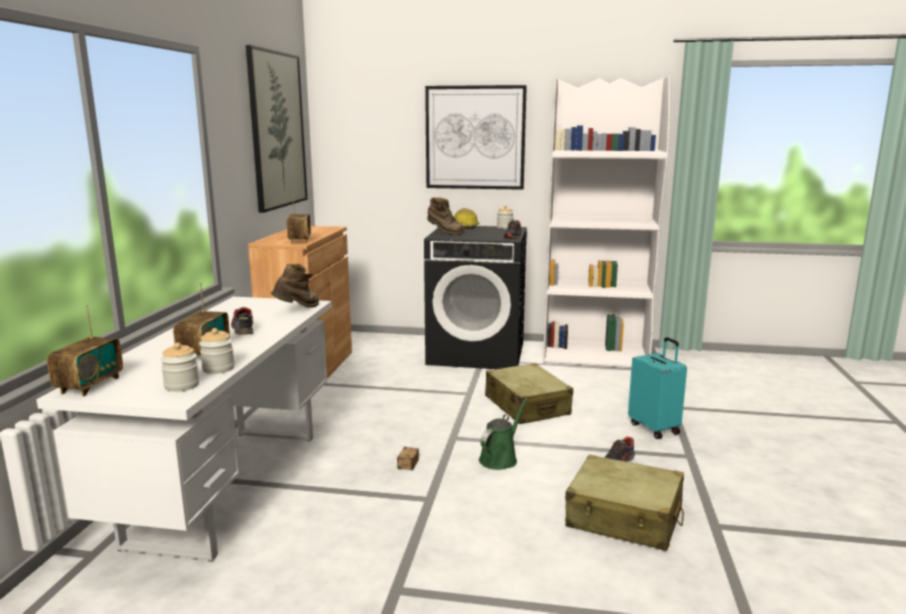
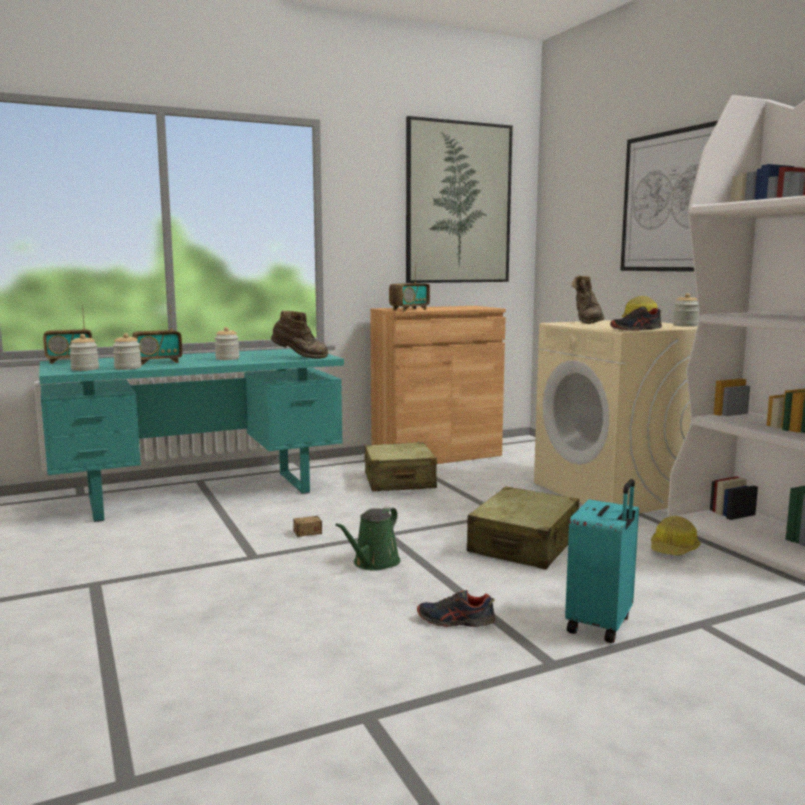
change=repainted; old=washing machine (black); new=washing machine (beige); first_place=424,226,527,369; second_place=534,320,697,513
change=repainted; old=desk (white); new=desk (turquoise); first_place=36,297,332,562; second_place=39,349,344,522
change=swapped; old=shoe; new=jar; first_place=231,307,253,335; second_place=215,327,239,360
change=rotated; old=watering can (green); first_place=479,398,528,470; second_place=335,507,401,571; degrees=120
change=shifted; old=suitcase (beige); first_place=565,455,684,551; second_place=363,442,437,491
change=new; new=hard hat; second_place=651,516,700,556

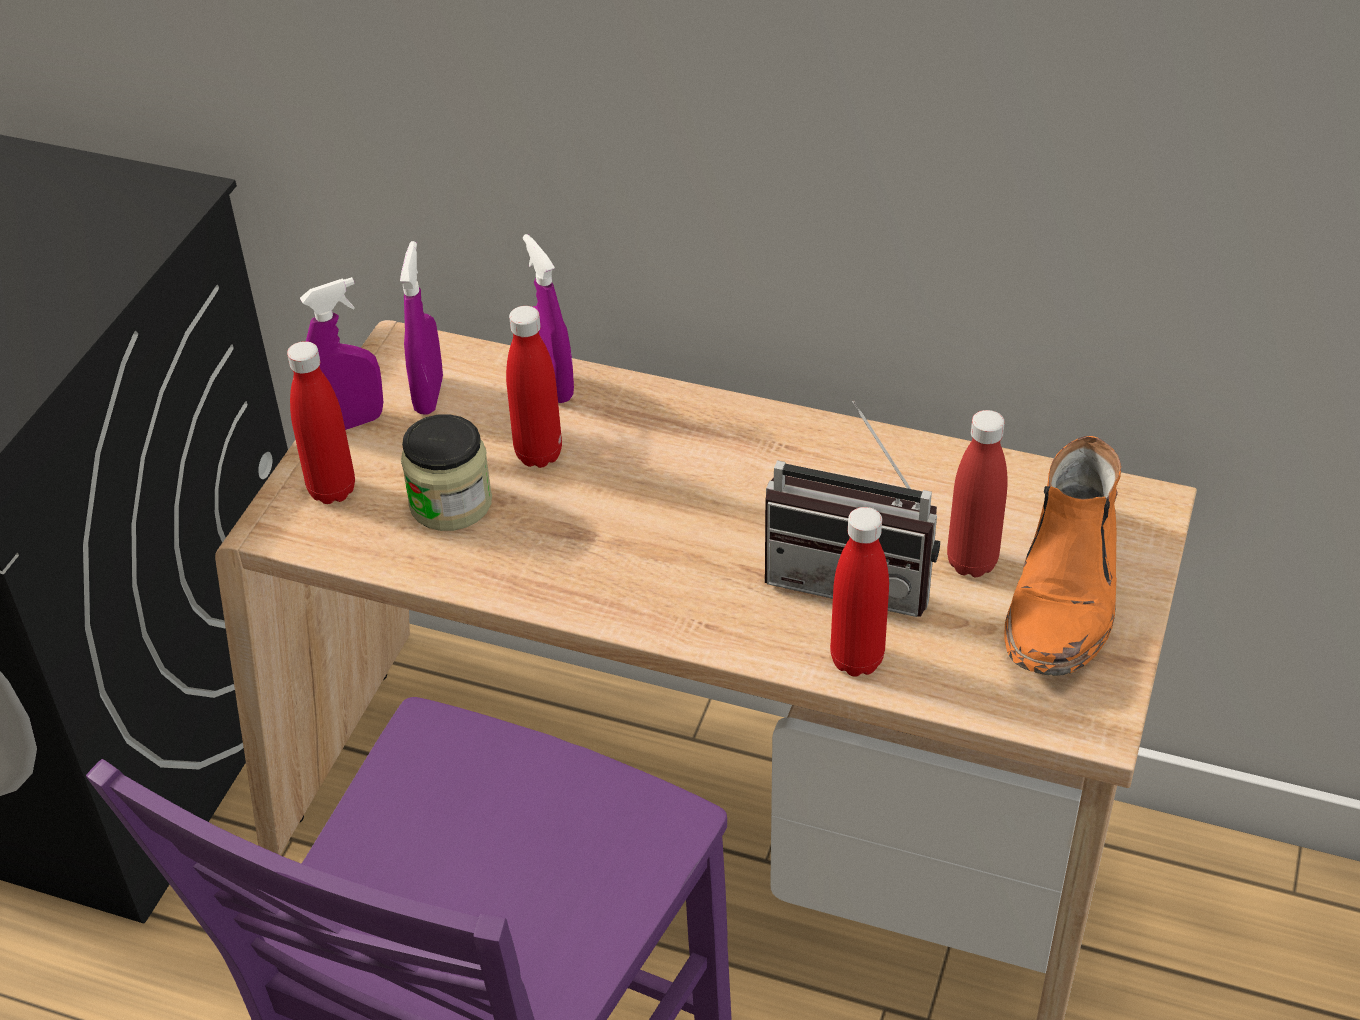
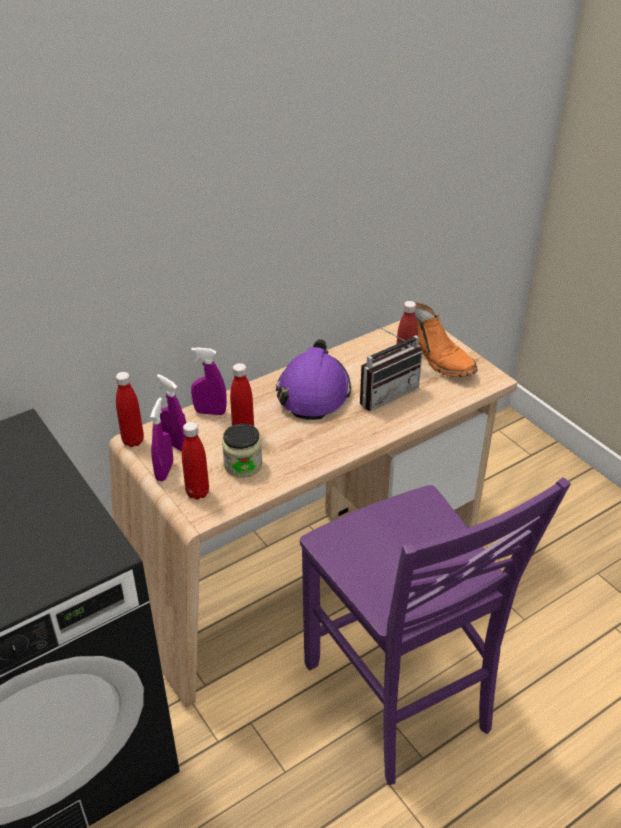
change=shifted; old=bottle (red); first_place=830,507,889,677; second_place=116,372,144,447
change=new; new=hard hat (purple); second_place=276,339,351,420

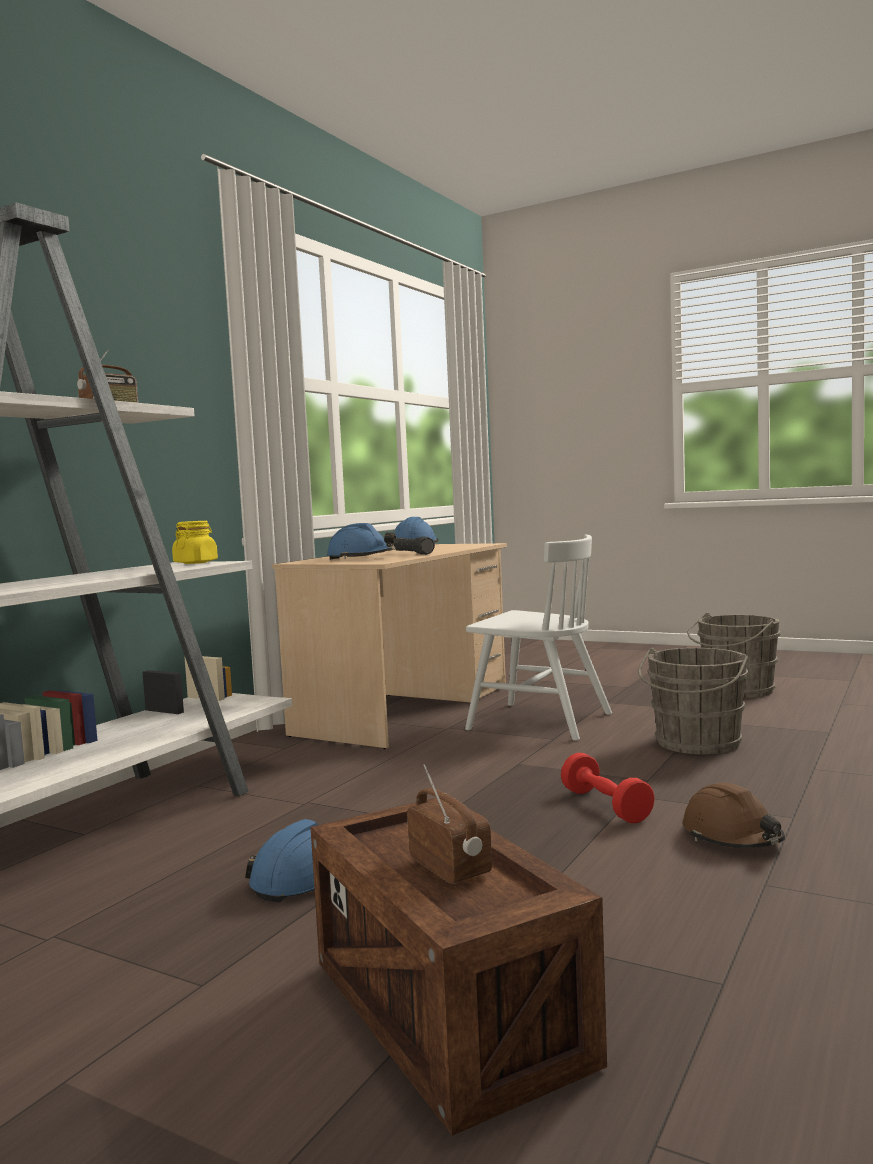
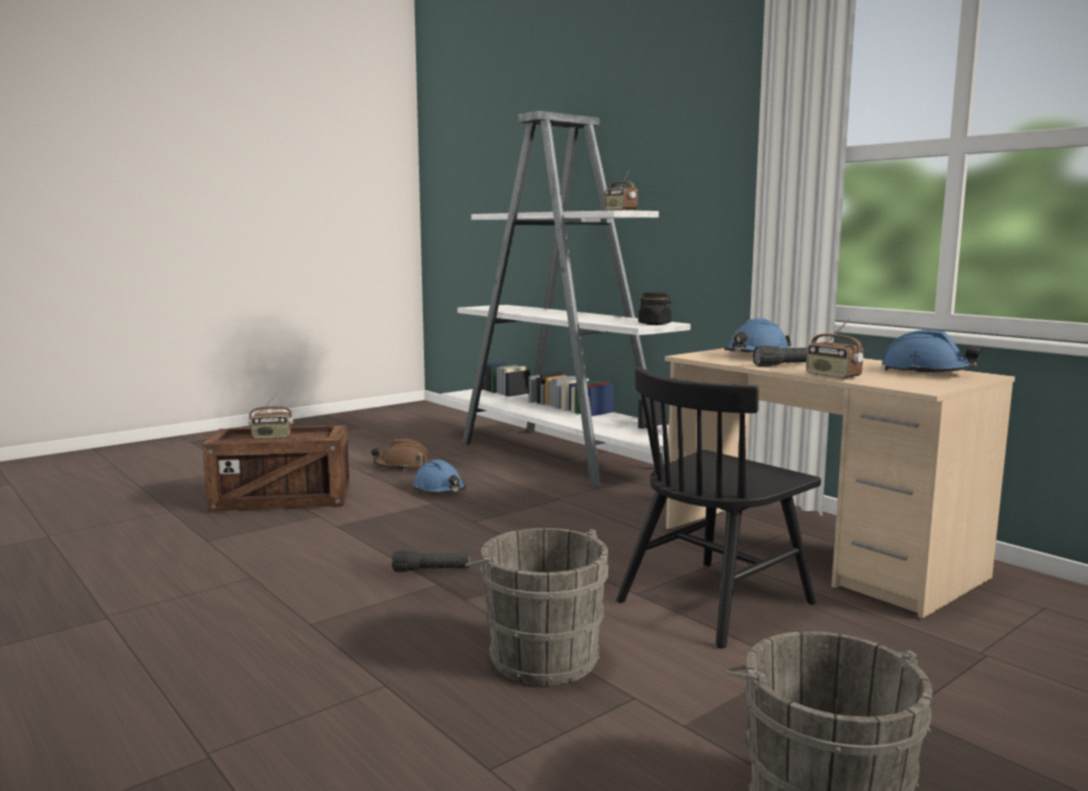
change=repainted; old=jar (yellow); new=jar (black); first_place=172,521,218,564; second_place=638,292,671,325
change=repainted; old=chair (white); new=chair (black); first_place=465,535,612,741; second_place=616,367,821,649
change=swapped; old=dumbbell (red); new=flashlight (black); first_place=561,753,655,823; second_place=392,550,470,572
change=shifted; old=hard hat (brown); first_place=682,783,785,848; second_place=371,438,431,470
change=new; new=radio; second_place=806,318,863,379

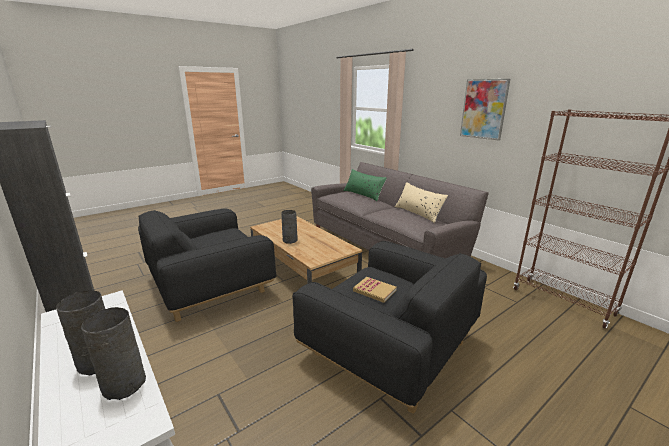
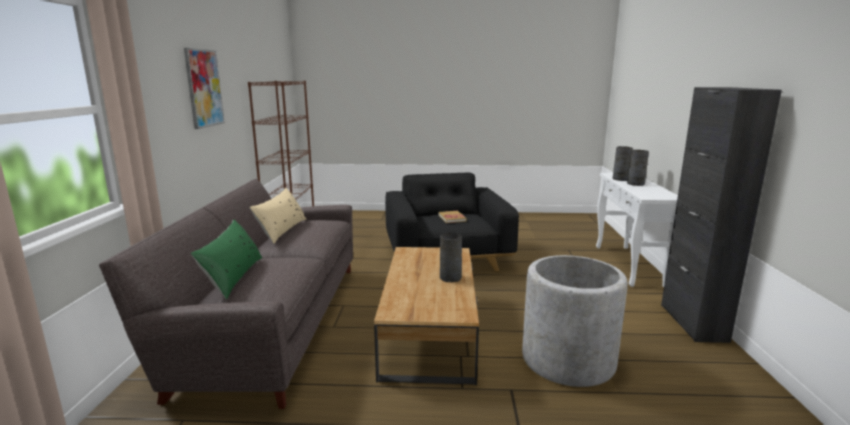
change=swapped; old=armchair (black); new=planter (grey); first_place=138,209,276,322; second_place=522,255,628,387

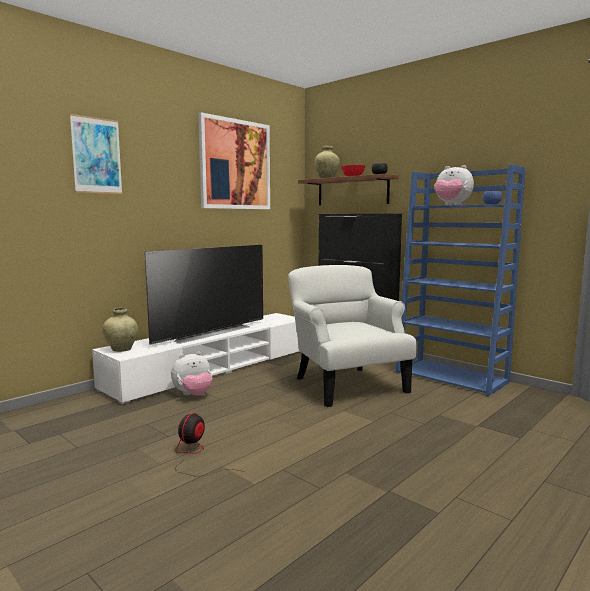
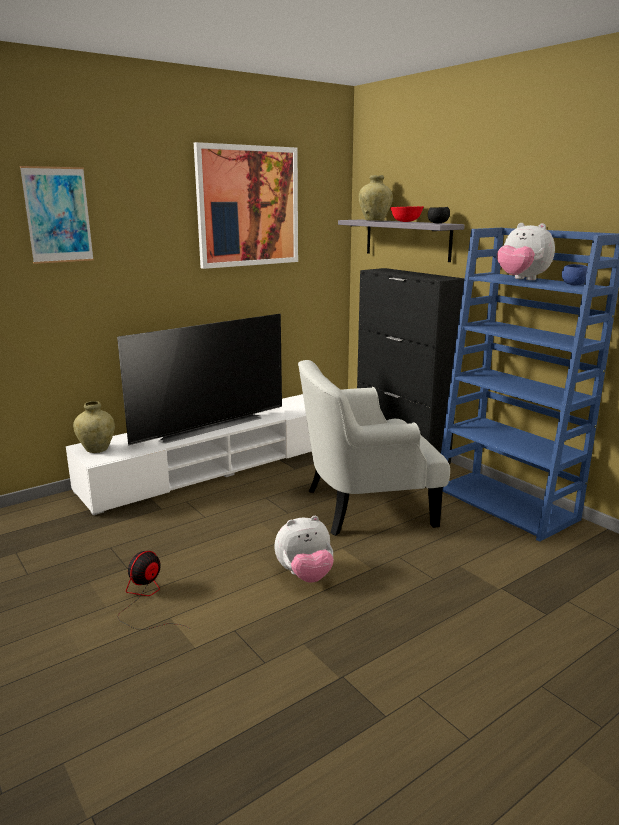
change=repainted; old=shelf (brown); new=shelf (grey); first_place=298,174,399,205; second_place=338,220,465,262
change=rotated; old=armchair (white); first_place=288,265,417,407; second_place=298,360,450,536; degrees=-90
change=shifted; old=plush toy; first_place=171,352,212,396; second_place=274,516,334,583

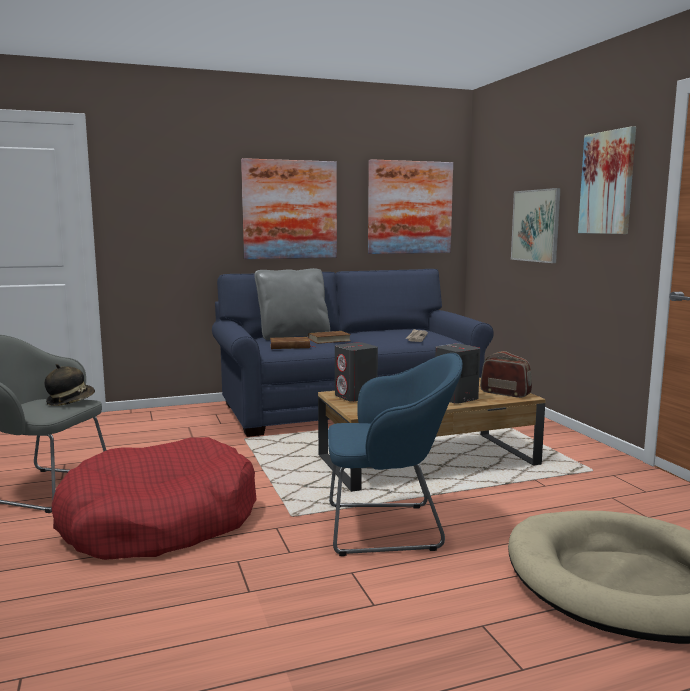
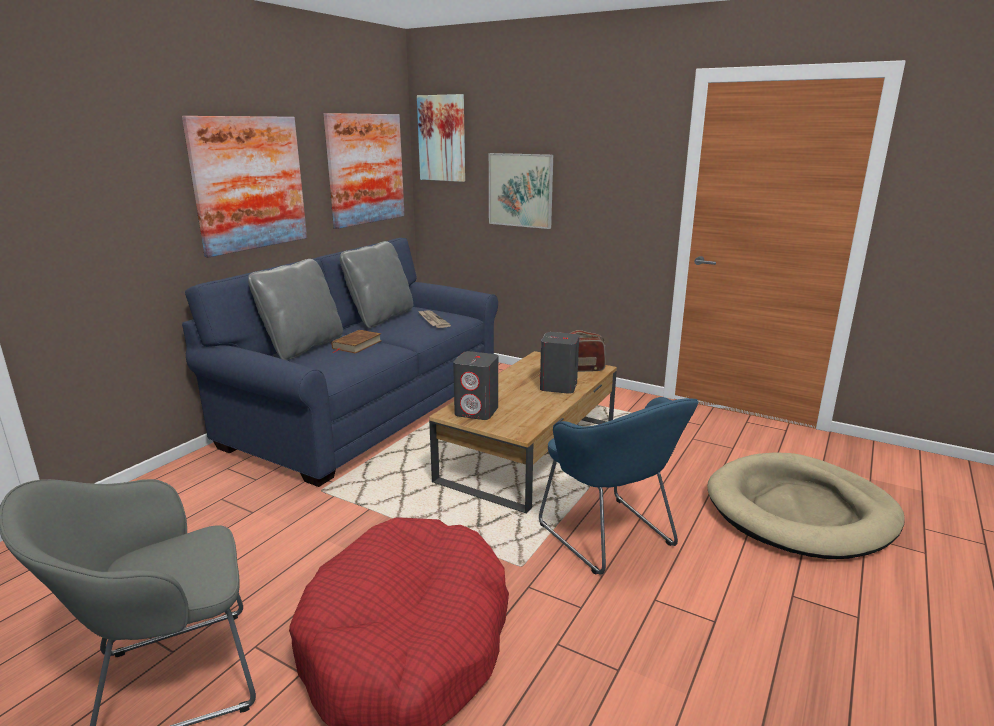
change=shifted; old=picture; first_place=578,126,636,234; second_place=417,94,465,182
change=gone; old=book (brown); first_place=270,337,313,349
change=rotated; old=armchair (blue); first_place=328,353,463,556; second_place=539,397,698,575; degrees=105
change=gone; old=hat; first_place=45,364,95,406
change=new; new=pillow (grey); second_place=340,241,413,328

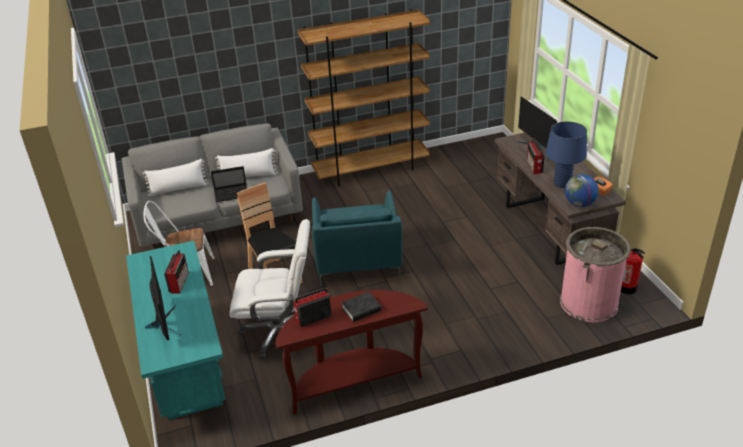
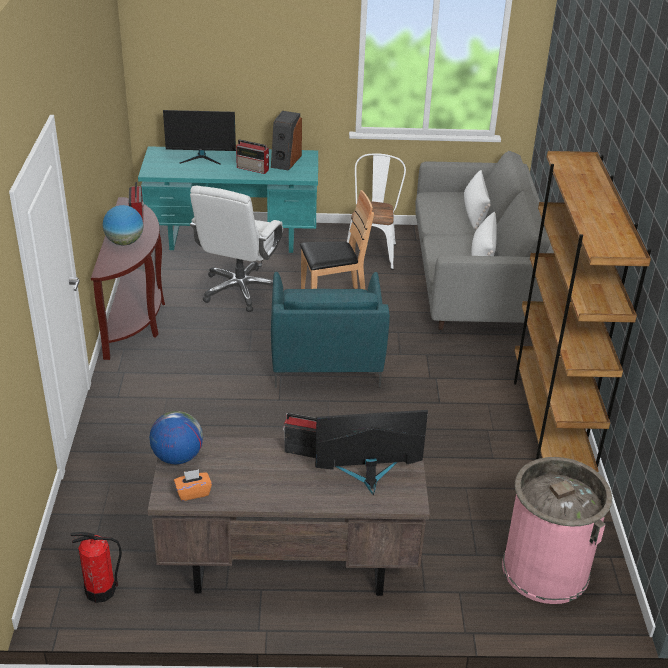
change=gone; old=table lamp (blue); first_place=546,121,587,188
change=gone; old=laptop; first_place=211,166,247,202
change=rotated; old=armchair (turquoise); first_place=312,190,402,286; second_place=271,272,390,388; degrees=-105
change=shifted; old=trash can (pink); first_place=560,227,631,323; second_place=502,457,612,604
change=swapped; old=book (black); new=globe; first_place=341,292,381,322; second_place=103,205,143,245
change=new; new=speaker; second_place=271,111,302,171

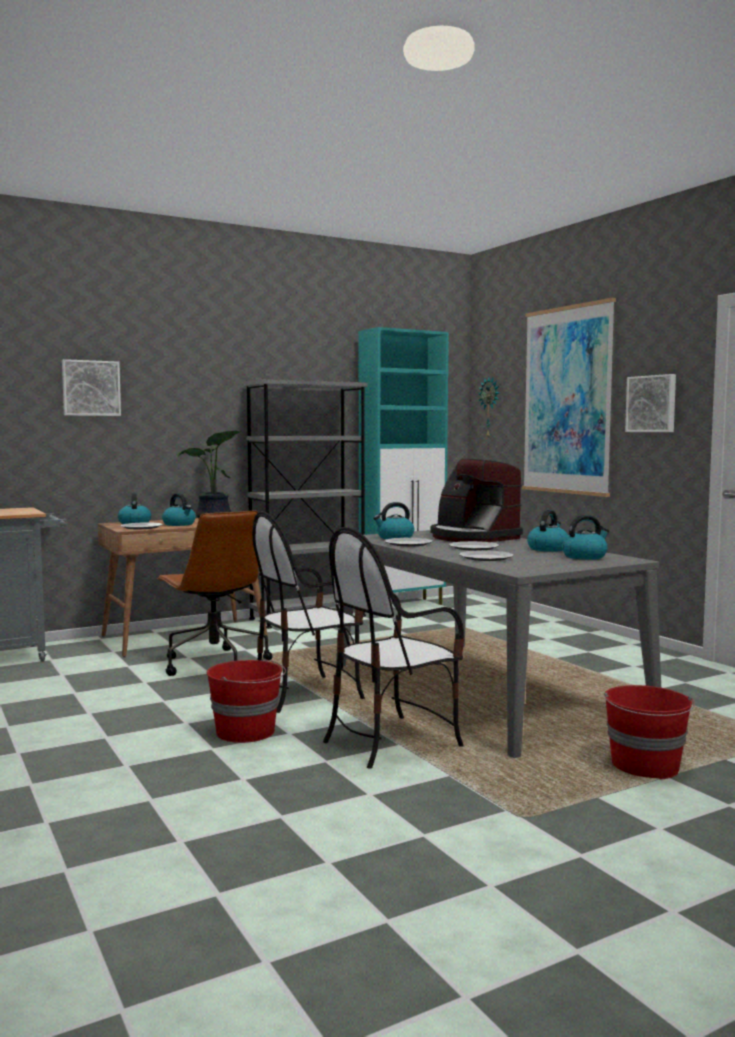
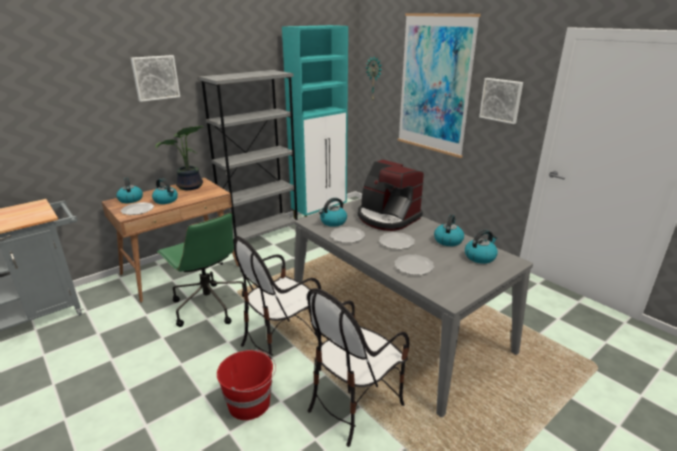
change=shifted; old=picture; first_place=62,359,121,416; second_place=131,55,180,102
change=repainted; old=office chair (brown); new=office chair (green); first_place=157,510,272,676; second_place=157,213,245,327
change=gone; old=bucket (red); first_place=604,685,695,780

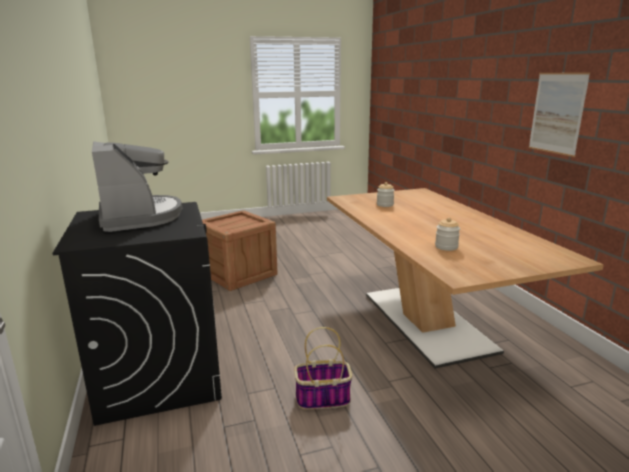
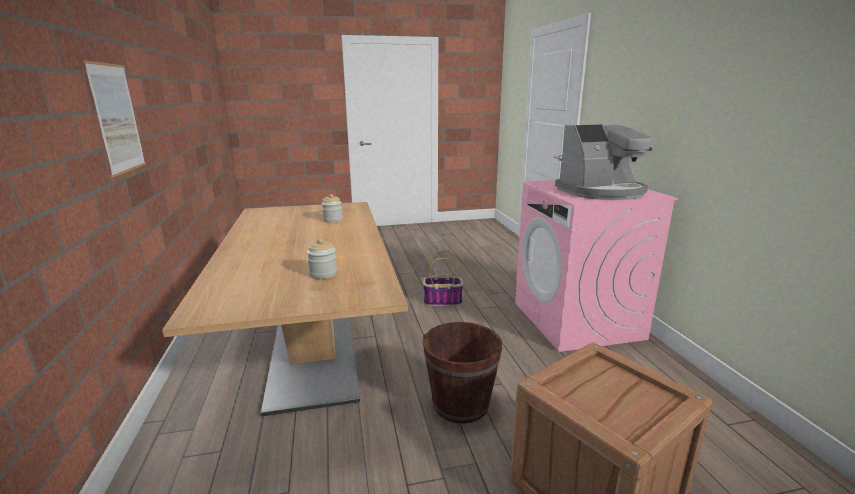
change=rotated; old=coffee machine; first_place=92,141,182,232; second_place=555,124,652,200; degrees=-90
change=repainted; old=washing machine (black); new=washing machine (pink); first_place=53,202,222,426; second_place=515,180,678,352
change=new; new=bucket (brown); second_place=423,322,502,424

